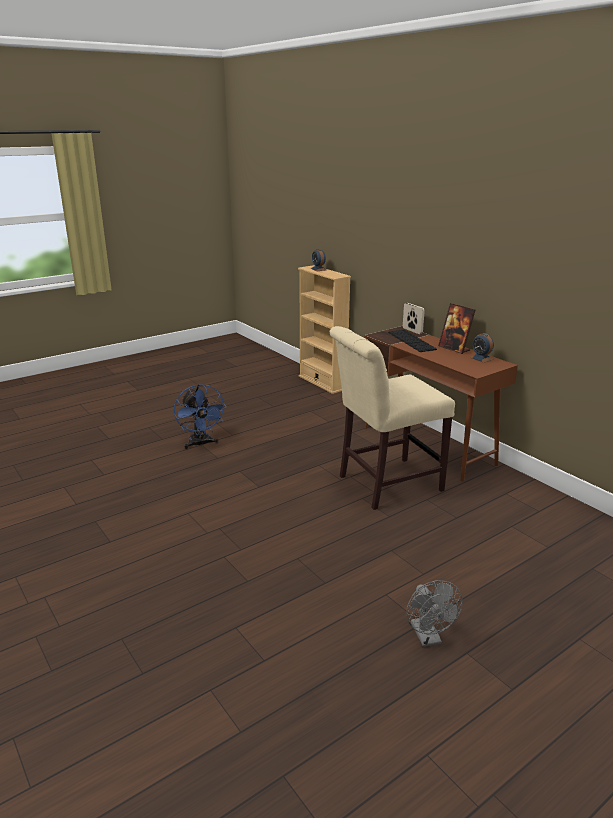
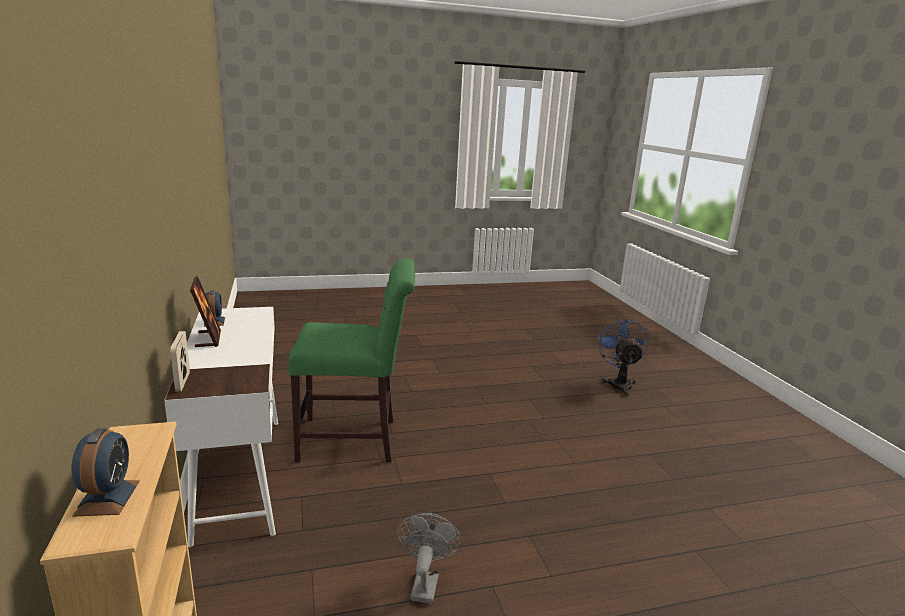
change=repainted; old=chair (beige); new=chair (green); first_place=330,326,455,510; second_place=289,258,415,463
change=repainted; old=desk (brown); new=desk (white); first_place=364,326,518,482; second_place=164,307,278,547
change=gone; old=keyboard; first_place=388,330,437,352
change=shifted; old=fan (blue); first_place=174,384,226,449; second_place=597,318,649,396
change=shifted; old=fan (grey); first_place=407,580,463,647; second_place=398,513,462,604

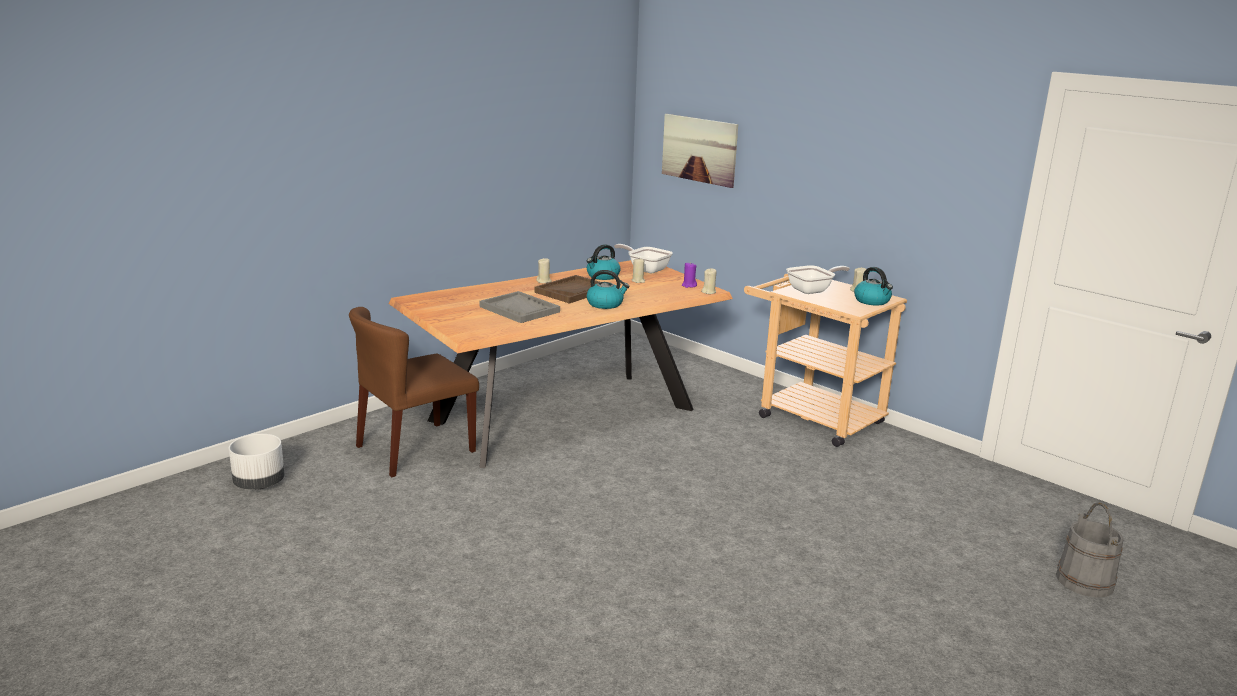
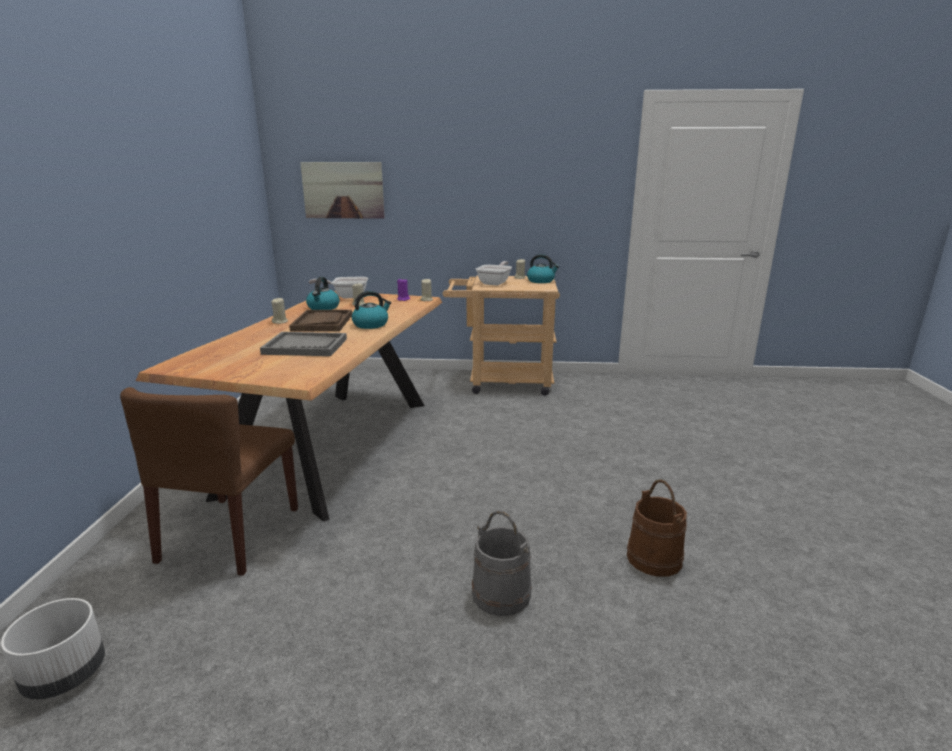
change=shifted; old=bucket (grey); first_place=1056,503,1124,598; second_place=472,511,532,616
change=new; new=bucket (brown); second_place=627,479,687,577

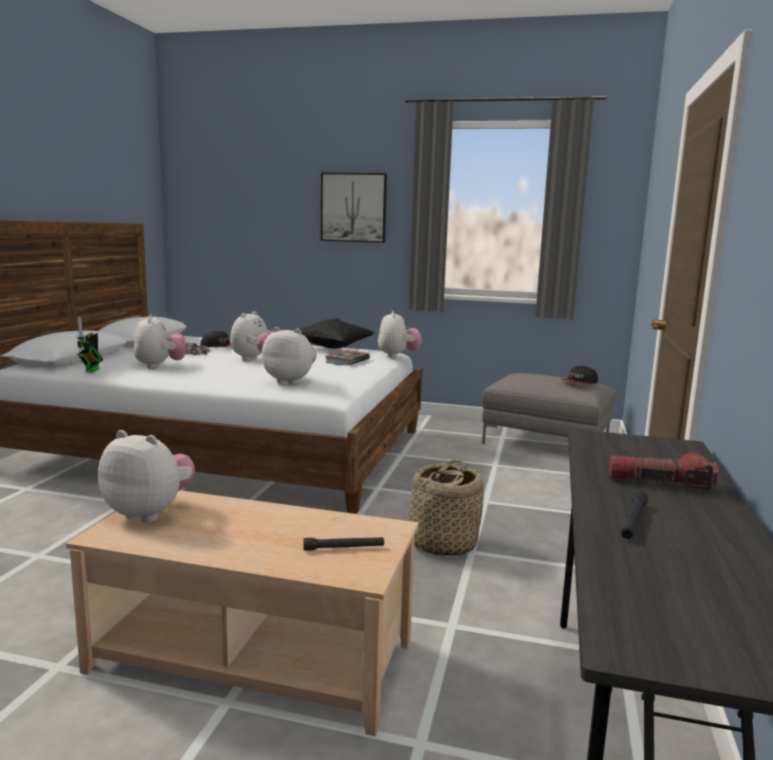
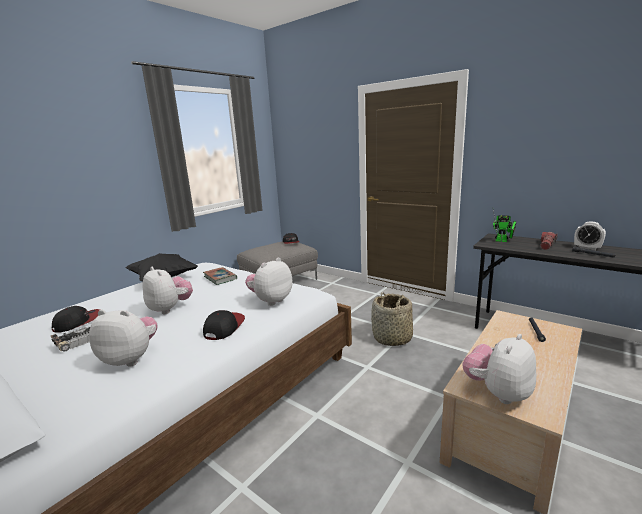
change=gone; old=picture; first_place=321,172,387,243
change=gone; old=plush toy; first_place=378,311,422,358
change=shifted; old=toy robot; first_place=77,316,103,372; second_place=493,210,517,242
change=new; new=alarm clock; second_place=574,221,606,250
change=new; new=cap; second_place=203,310,245,340

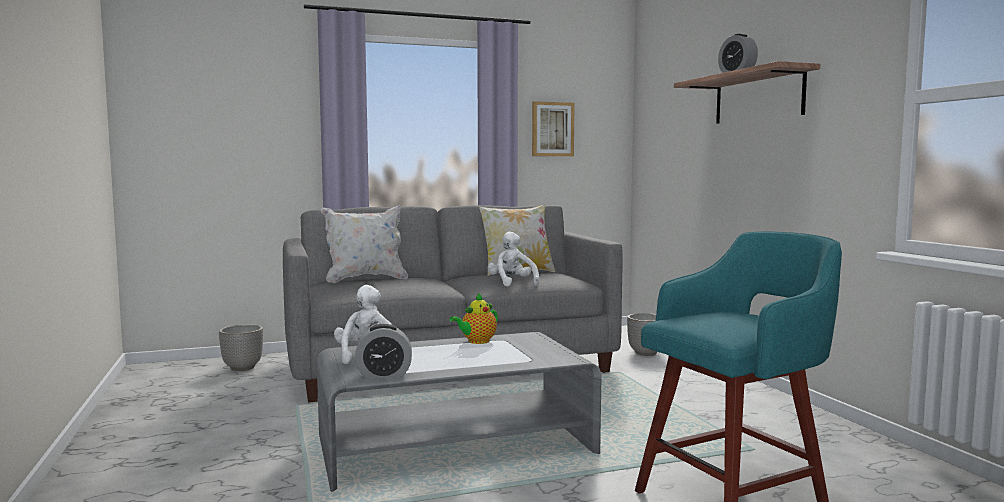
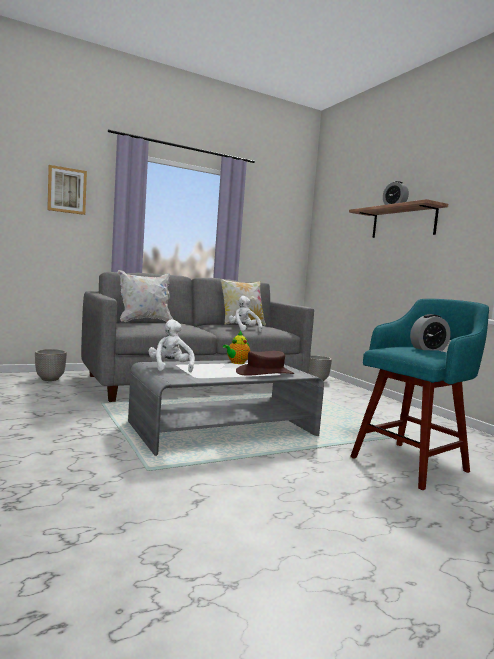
change=shifted; old=picture; first_place=532,101,575,156; second_place=47,165,87,215
change=shifted; old=alarm clock; first_place=355,324,412,379; second_place=410,314,451,351
change=new; new=hat (brown); second_place=236,351,294,376

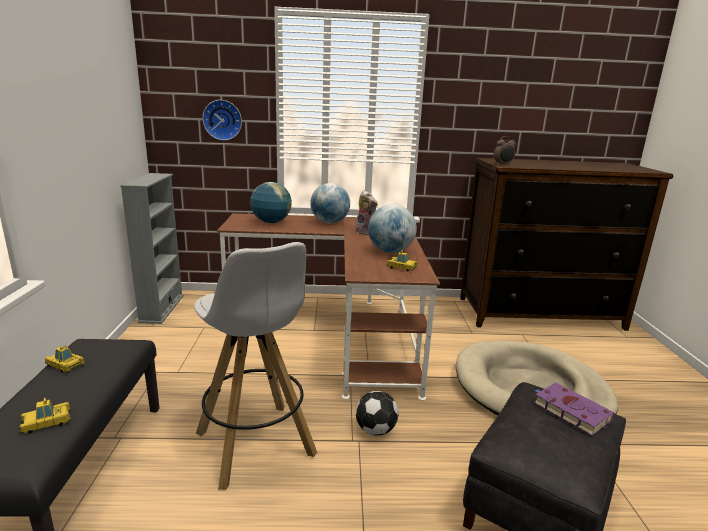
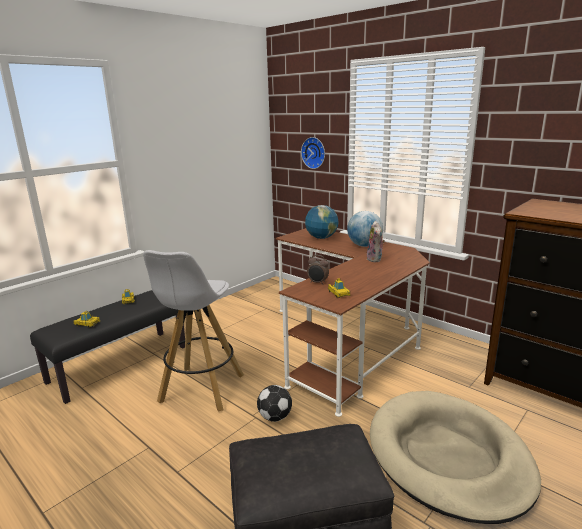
change=shifted; old=alarm clock; first_place=494,136,516,165; second_place=307,255,329,285
change=gone; old=bookcase (grey); first_place=120,173,184,324
change=gone; old=globe; first_place=368,204,417,253
change=gone; old=book (purple); first_place=534,383,614,436

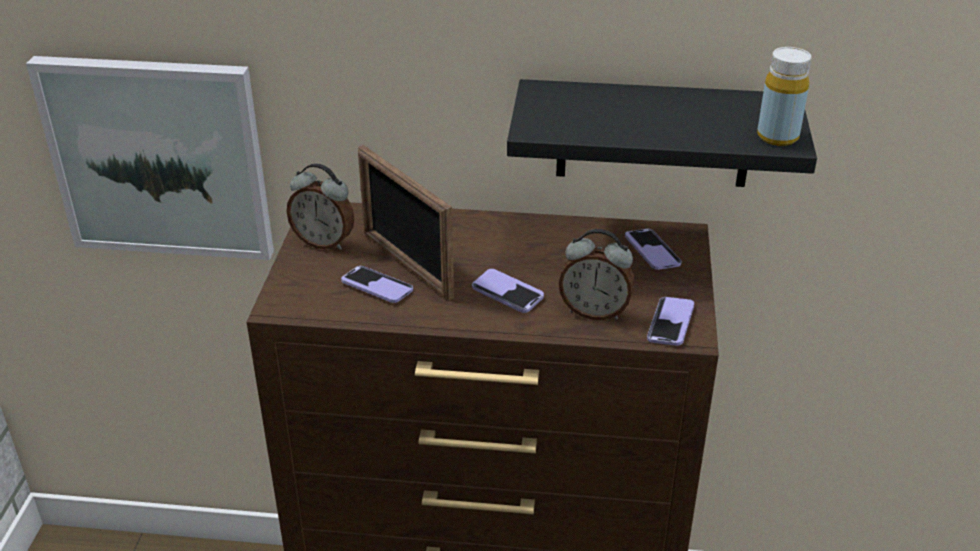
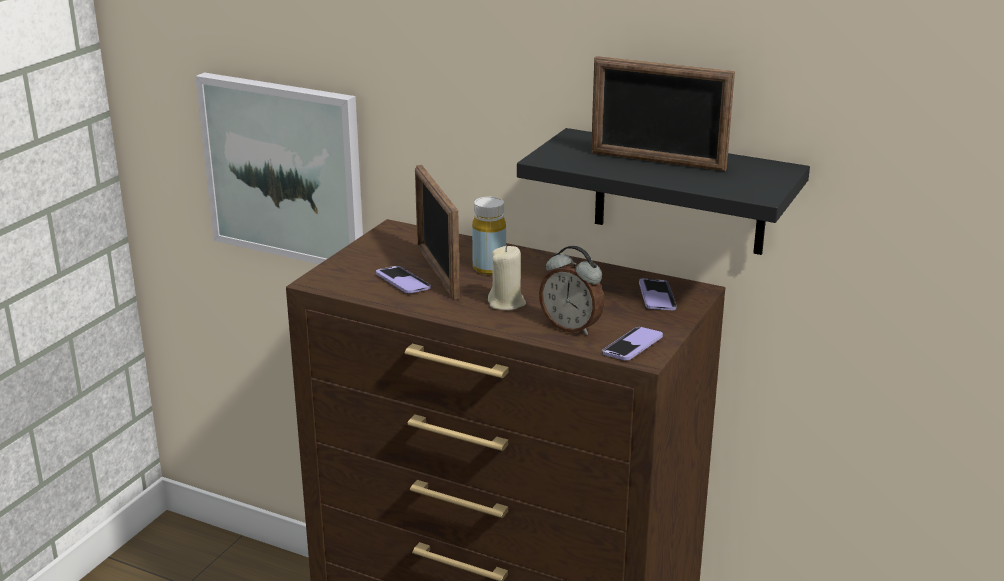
change=shifted; old=bottle (yellow); first_place=757,47,811,146; second_place=472,197,506,275
change=gone; old=alarm clock; first_place=287,163,355,250
change=swapped; old=phone; new=candle (beige); first_place=472,269,544,313; second_place=488,246,526,310
change=new; new=picture frame; second_place=591,56,735,171

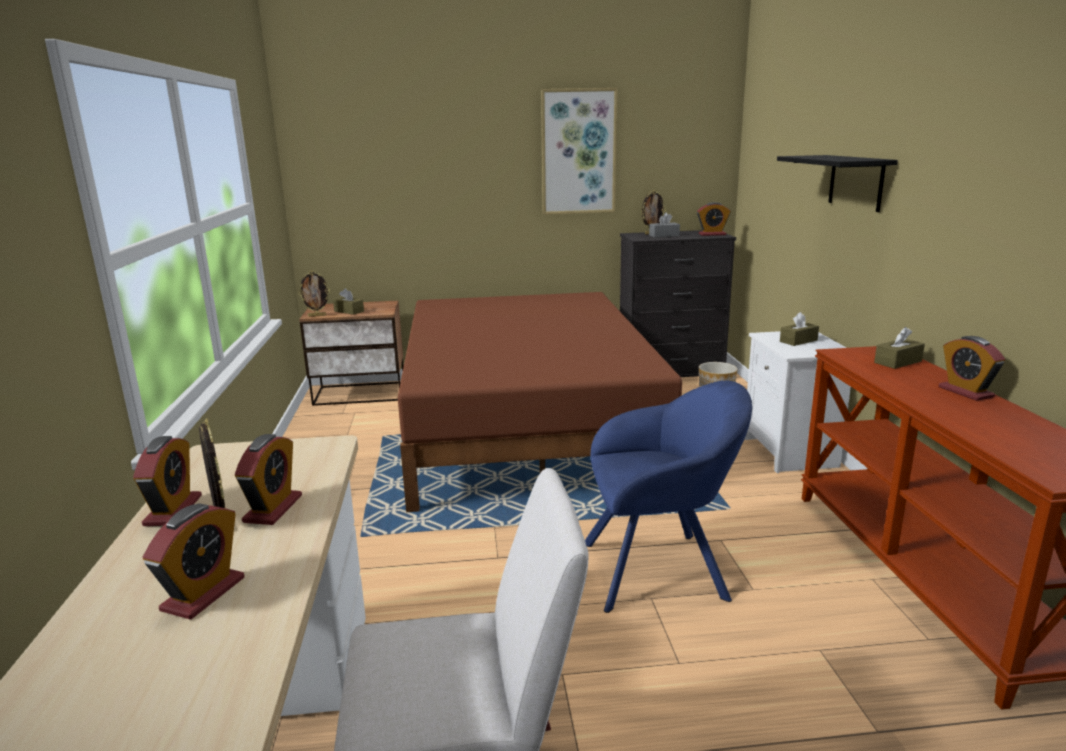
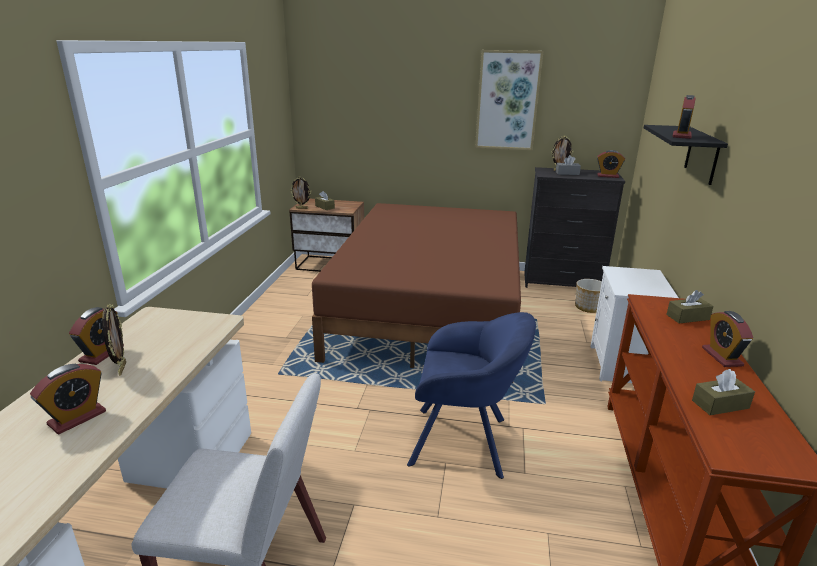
change=shifted; old=tissue box (brown); first_place=780,312,819,346; second_place=692,369,755,415
change=shifted; old=alarm clock; first_place=235,434,302,525; second_place=672,95,696,139

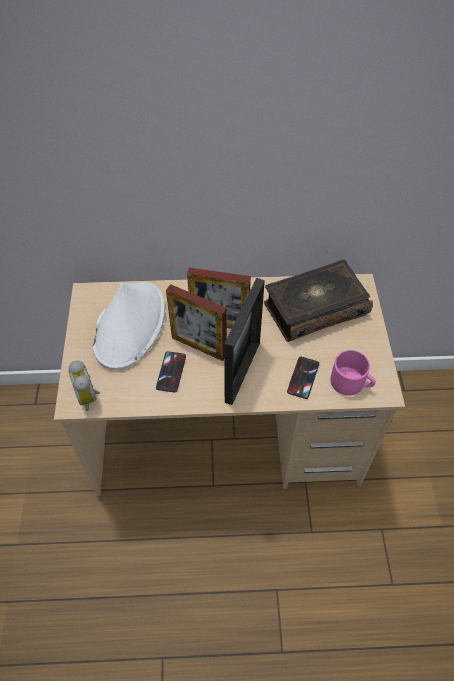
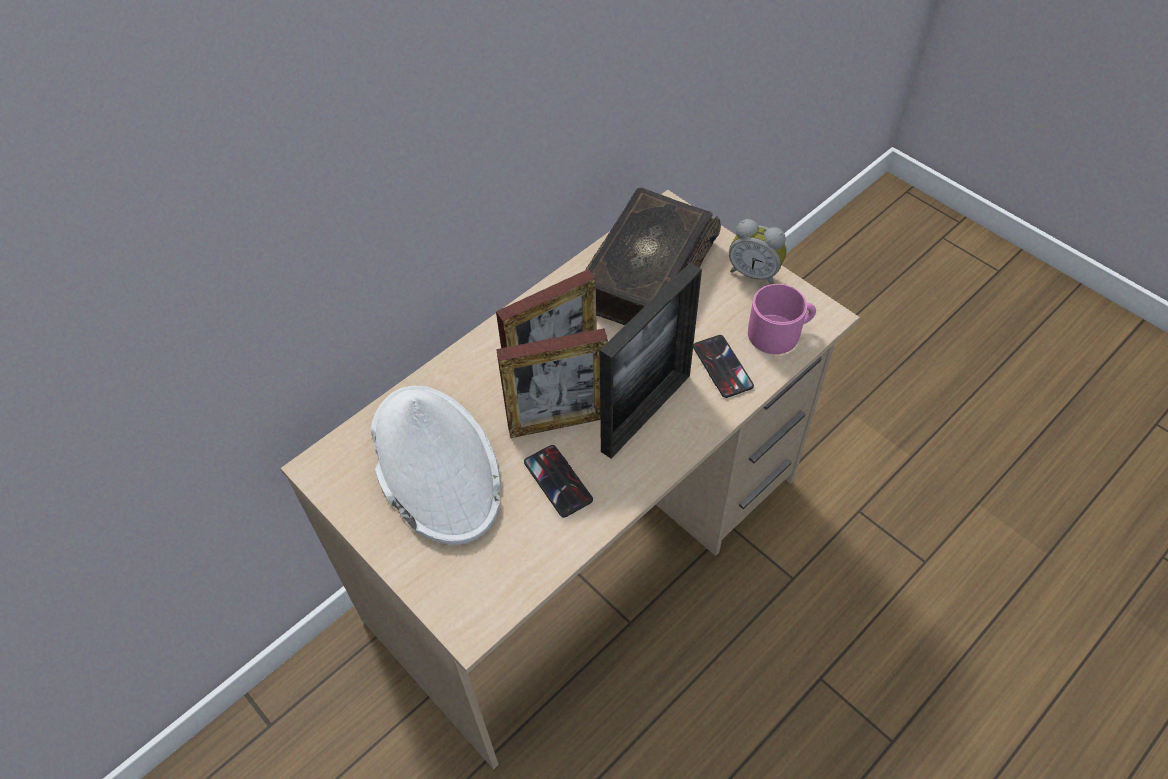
change=rotated; old=picture frame; first_place=224,278,265,405; second_place=599,263,702,459; degrees=60
change=shifted; old=alarm clock; first_place=69,361,100,411; second_place=729,219,787,285

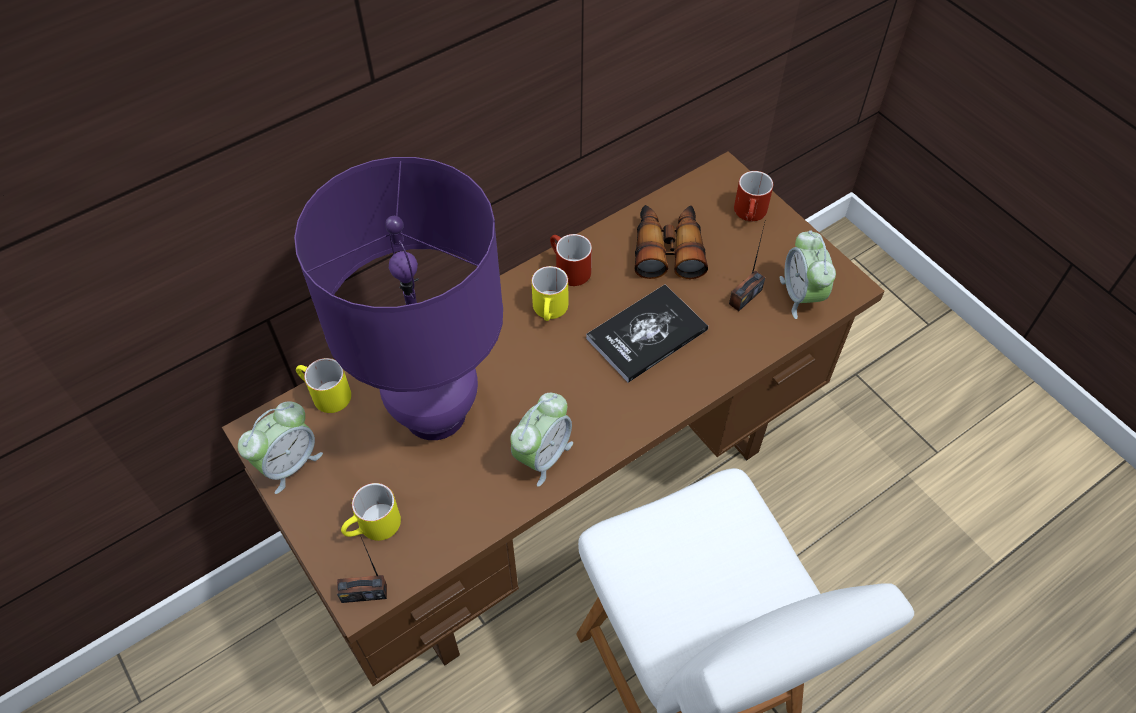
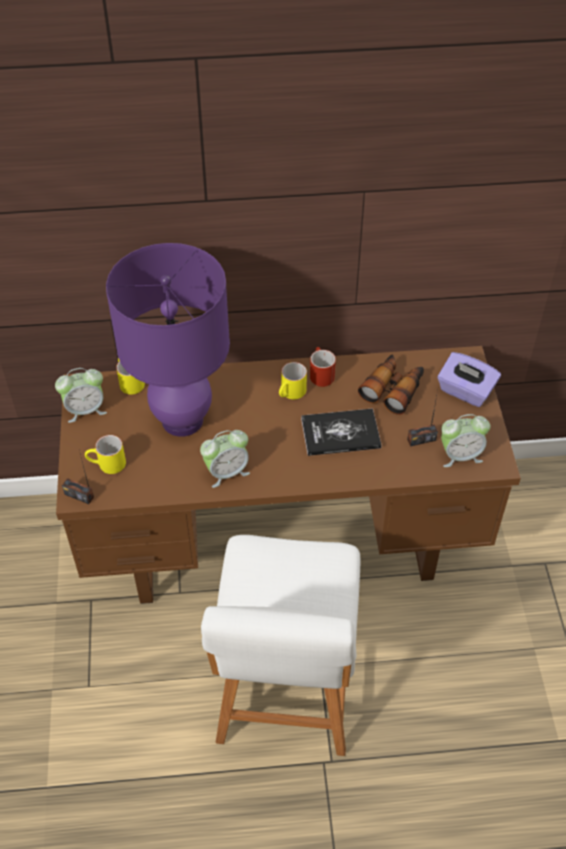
change=swapped; old=mug (red); new=tissue box (purple); first_place=734,171,773,221; second_place=437,352,501,407
change=rotated; old=alarm clock; first_place=779,230,836,319; second_place=441,414,490,467; degrees=-120

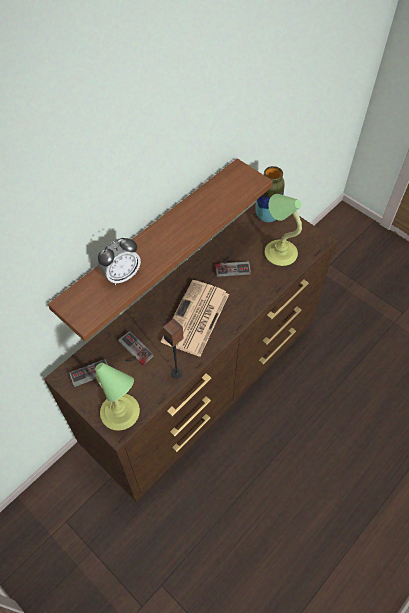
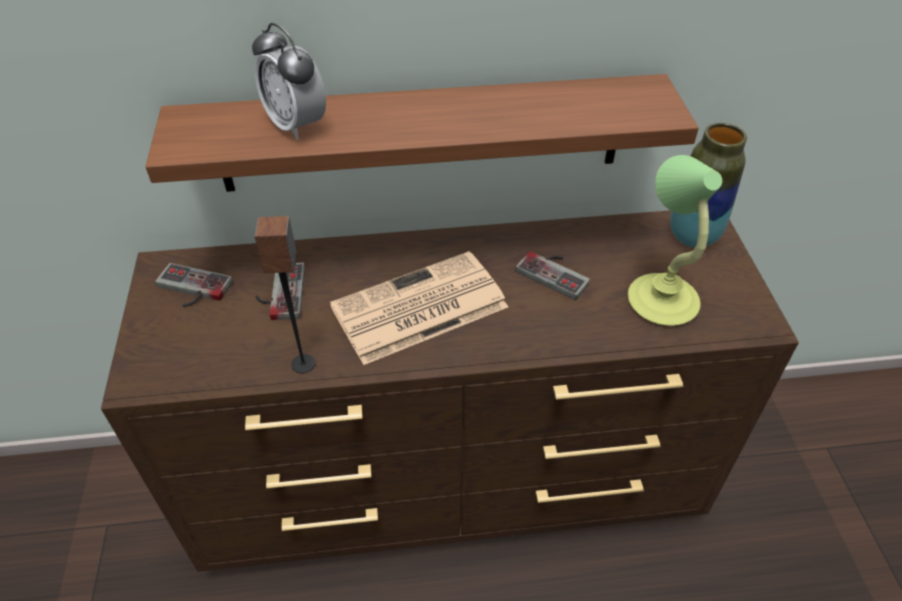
change=rotated; old=alarm clock; first_place=98,238,141,285; second_place=252,23,326,140; degrees=45
change=gone; old=table lamp; first_place=95,362,140,431

